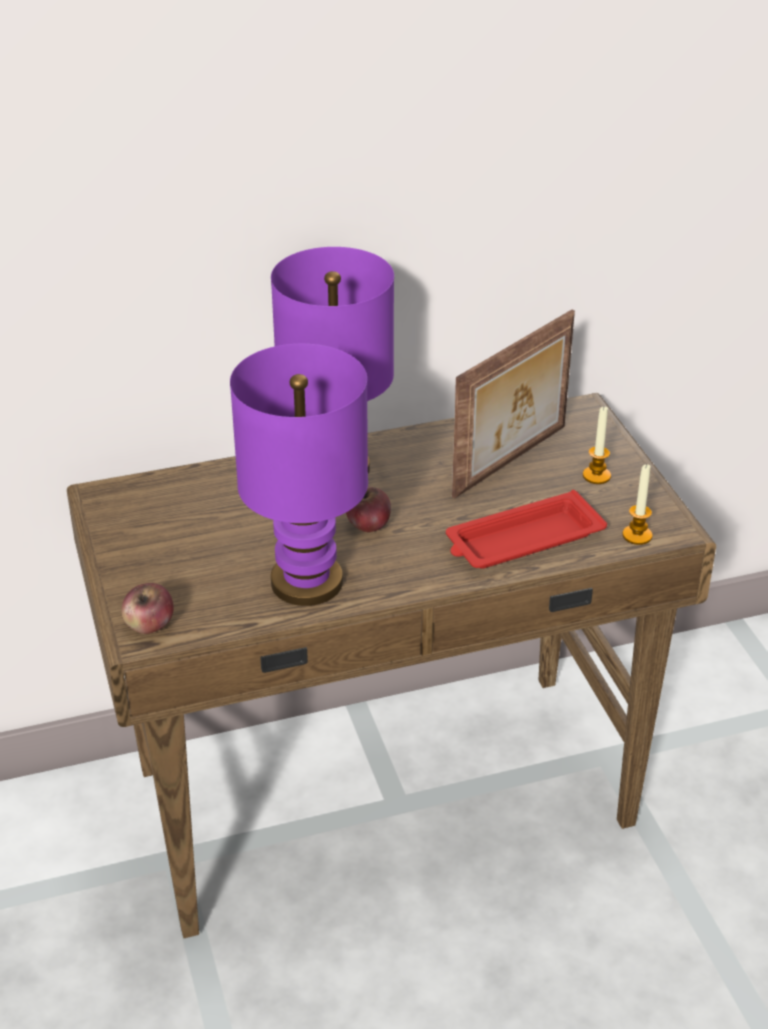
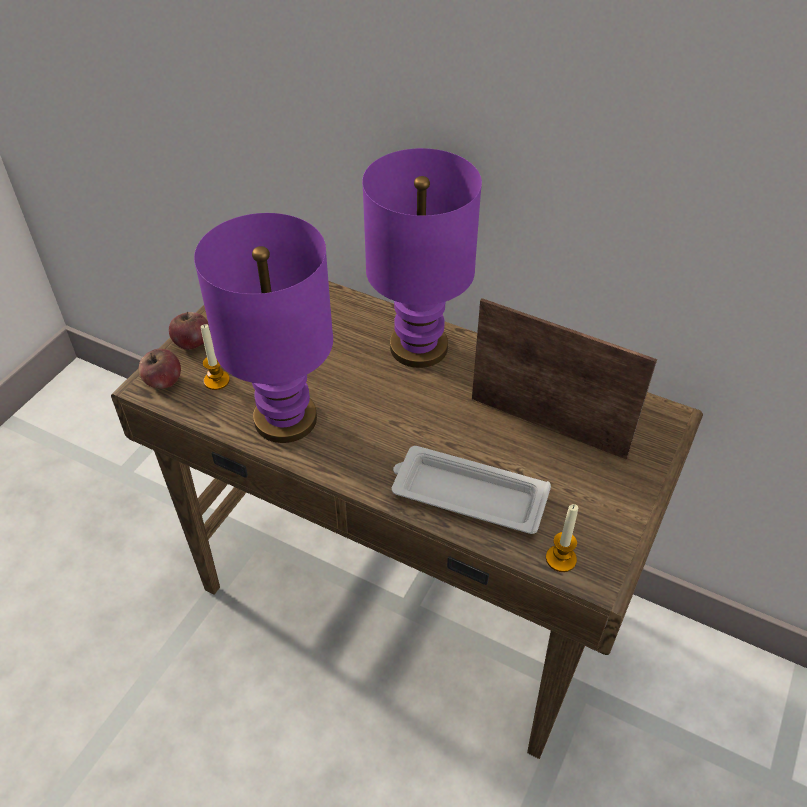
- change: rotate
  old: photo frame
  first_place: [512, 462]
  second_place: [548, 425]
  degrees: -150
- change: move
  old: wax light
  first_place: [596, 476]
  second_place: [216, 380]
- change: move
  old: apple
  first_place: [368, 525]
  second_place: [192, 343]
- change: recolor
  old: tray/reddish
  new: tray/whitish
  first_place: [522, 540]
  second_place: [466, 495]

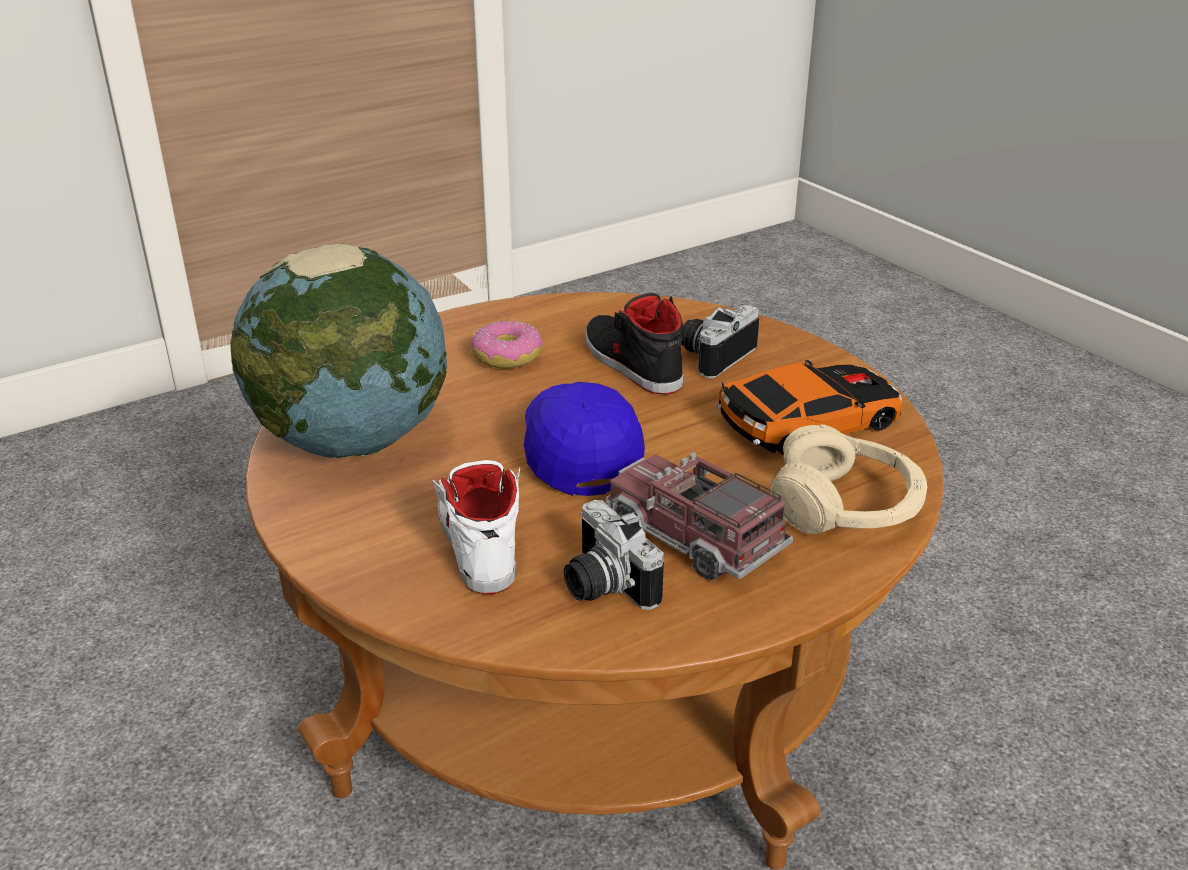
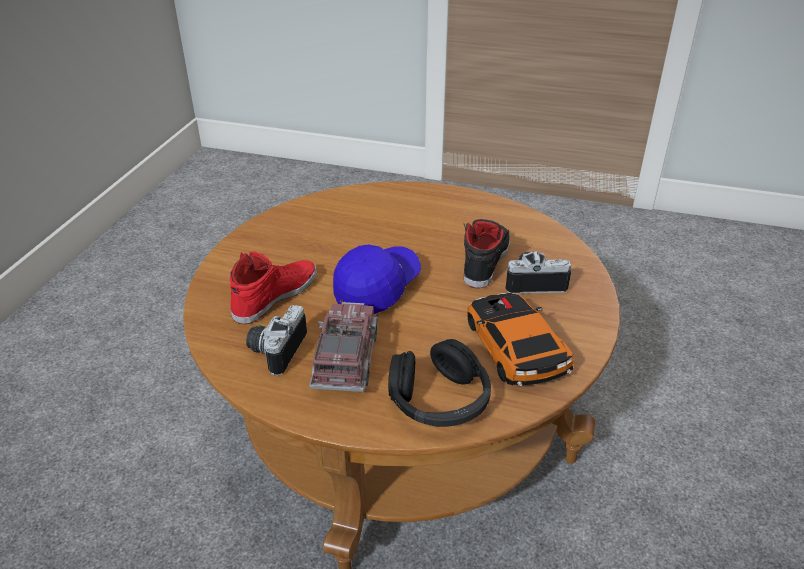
- change: delete
  old: globe
  first_place: [353, 441]
- change: delete
  old: doughnut
  first_place: [507, 356]
- change: rotate
  old: miniature car
  first_place: [808, 420]
  second_place: [513, 347]
  degrees: -135
- change: recolor
  old: pair of headphones/beige
  new: pair of headphones/black-coloured
  first_place: [846, 506]
  second_place: [439, 400]
- change: recolor
  old: shoe/whitish
  new: shoe/reddish
  first_place: [477, 536]
  second_place: [274, 295]

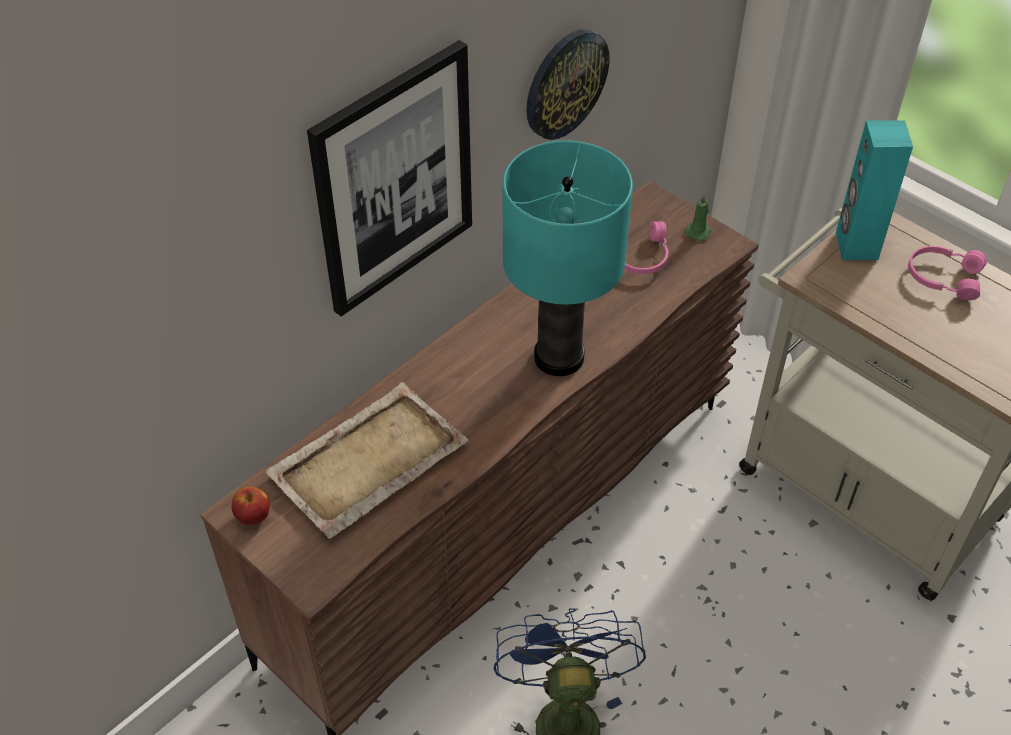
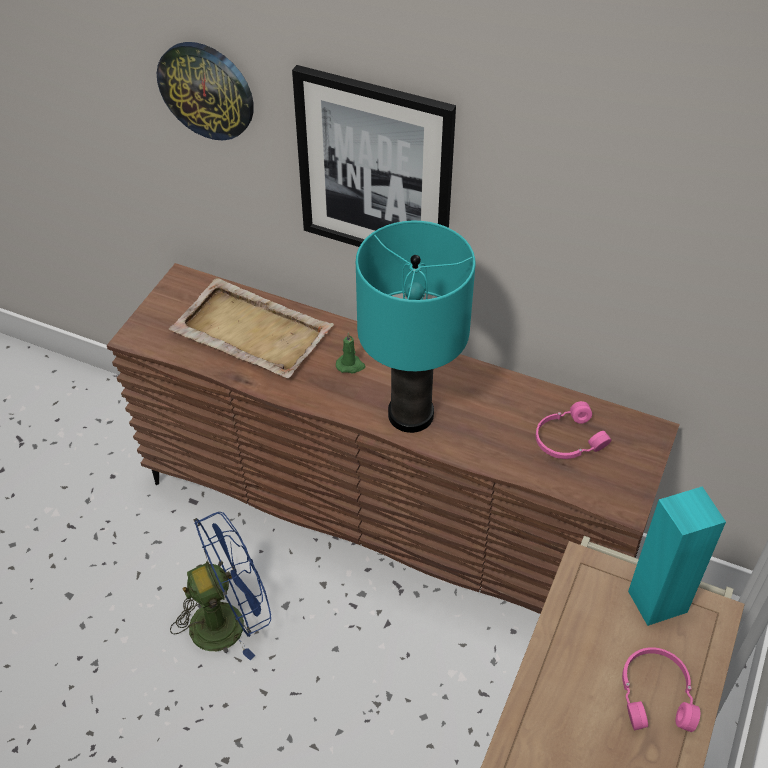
- change: move
  old: wall clock
  first_place: [565, 83]
  second_place: [206, 90]
- change: move
  old: wax light/green
  first_place: [698, 231]
  second_place: [350, 365]
- change: delete
  old: apple
  first_place: [253, 516]

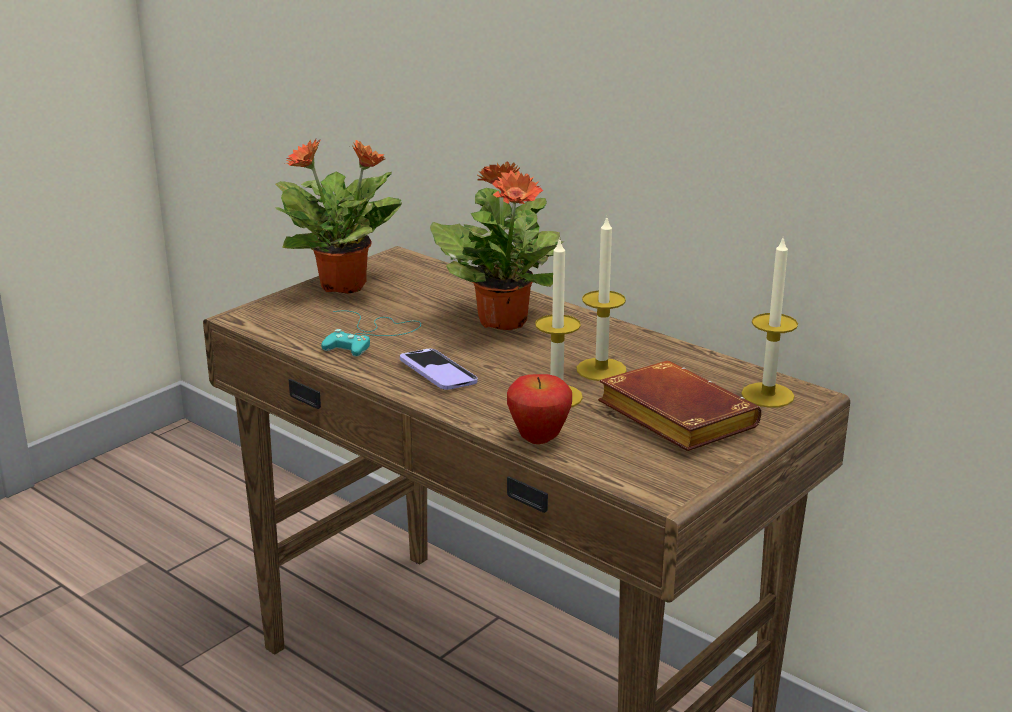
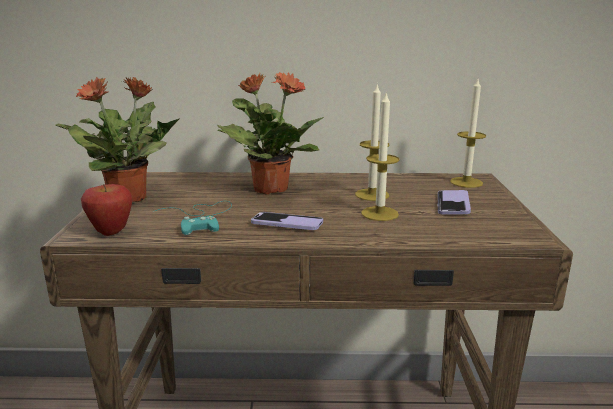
- change: replace
  old: volume/brownish
  new: handset
  first_place: [671, 417]
  second_place: [453, 204]
- change: move
  old: apple
  first_place: [538, 440]
  second_place: [111, 233]

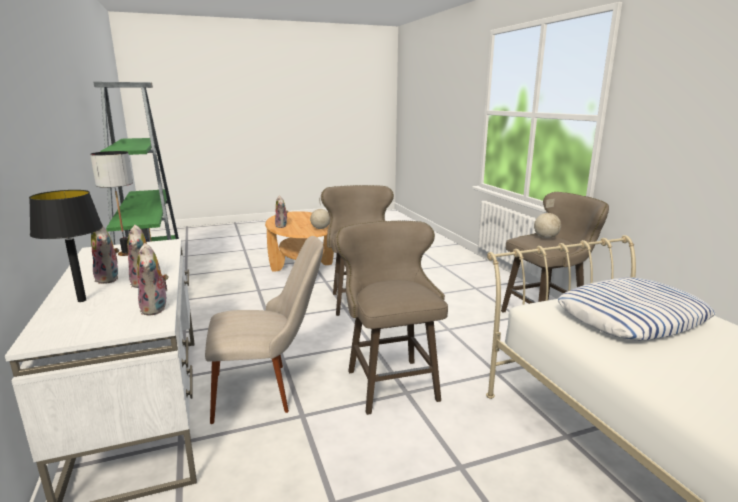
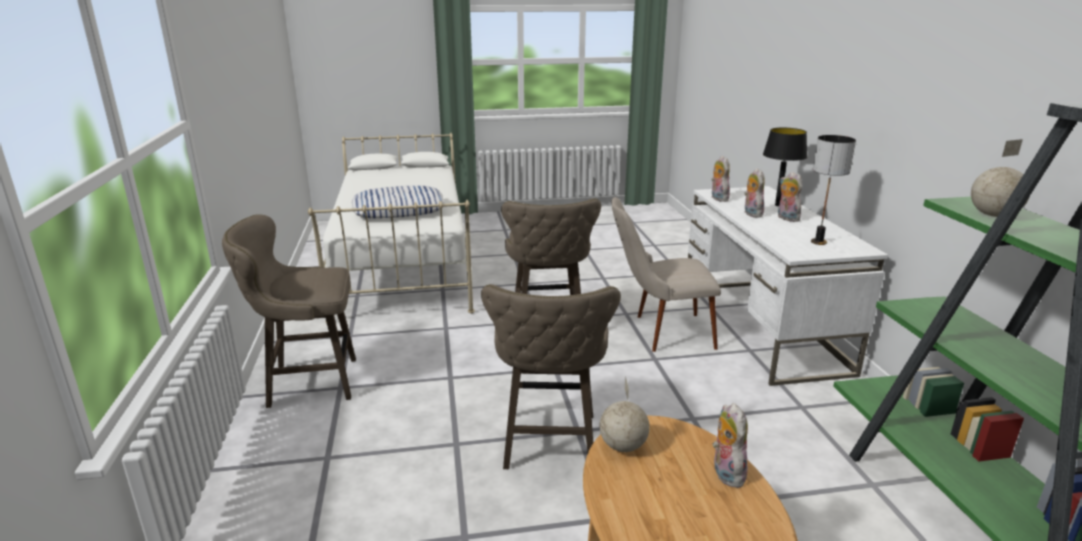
- change: move
  old: globe
  first_place: [545, 237]
  second_place: [994, 215]

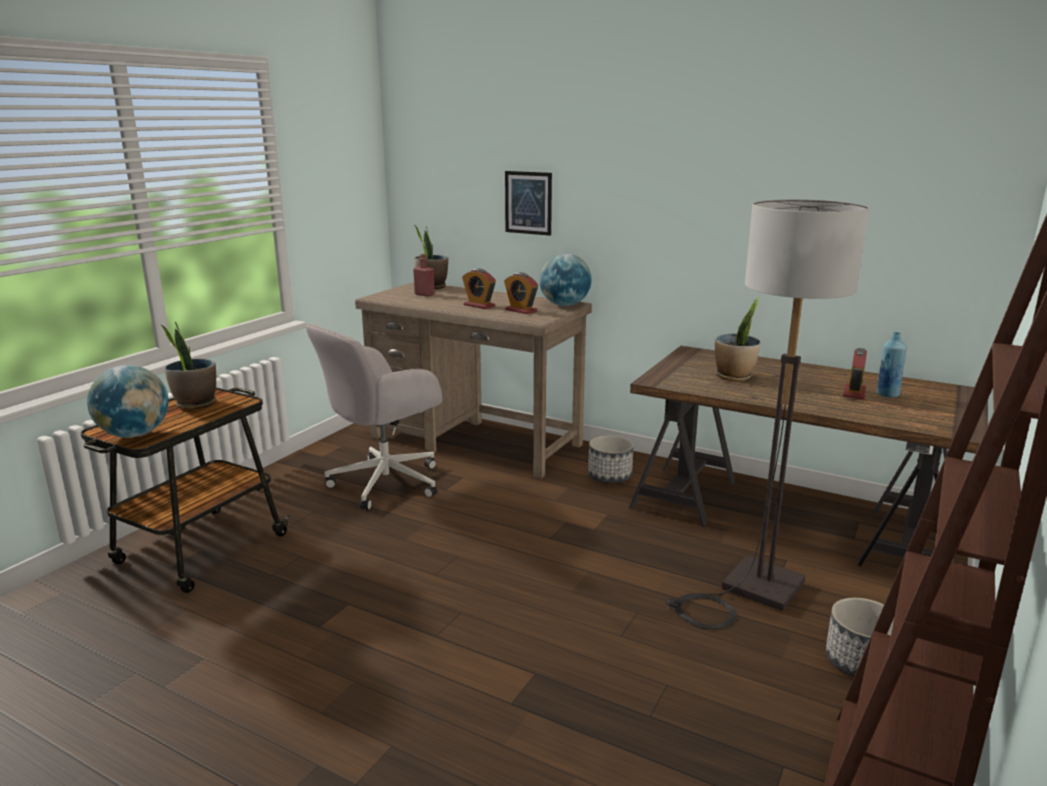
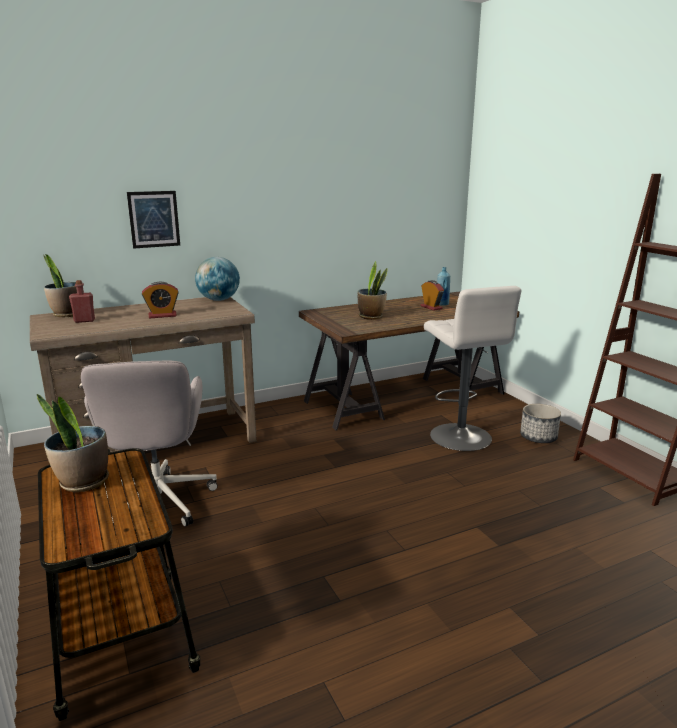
- change: replace
  old: standard lamp
  new: stool/whitish
  first_place: [745, 594]
  second_place: [460, 437]
- change: delete
  old: table clock
  first_place: [521, 310]
- change: delete
  old: globe
  first_place: [134, 435]
- change: delete
  old: plant pot
  first_place: [609, 476]

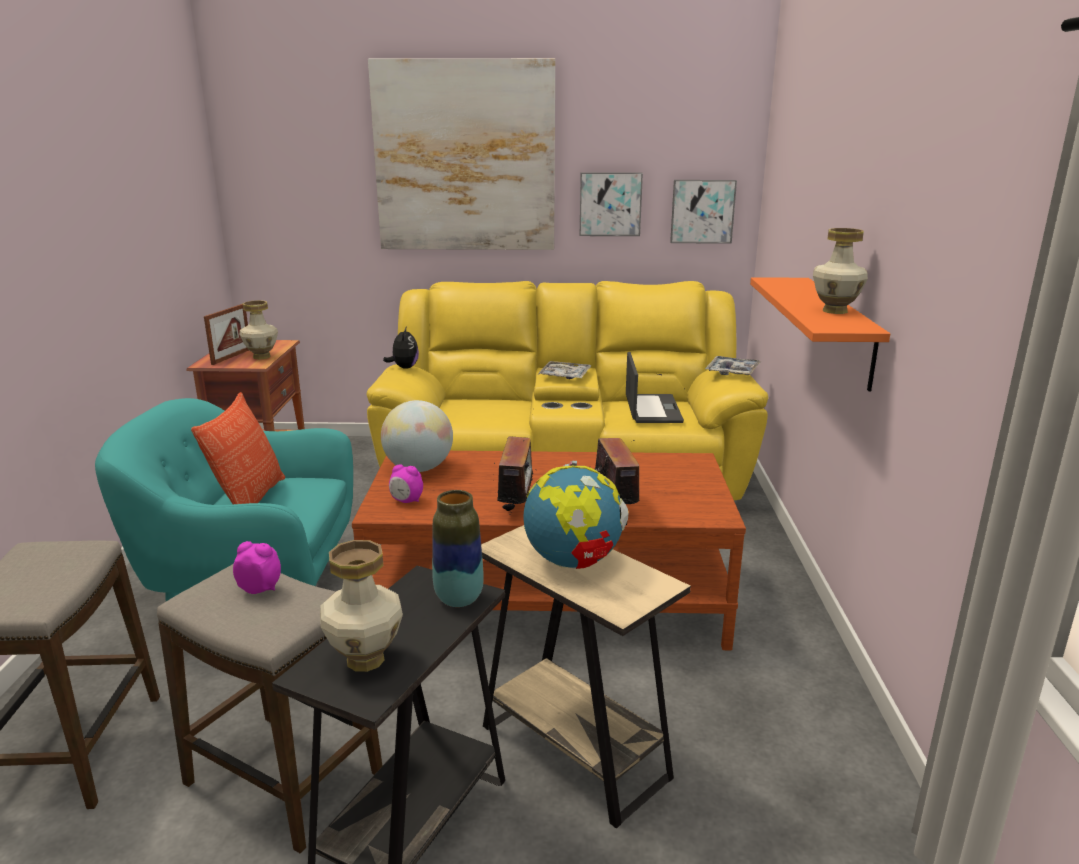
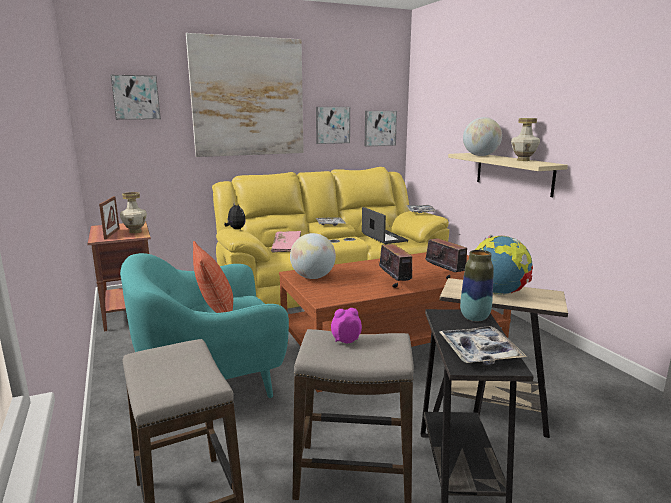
- change: recolor
  old: shelf/orange
  new: shelf/beige
  first_place: [839, 330]
  second_place: [513, 173]
- change: delete
  old: table clock
  first_place: [406, 501]
- change: replace
  old: flower vase
  new: tray
  first_place: [366, 659]
  second_place: [479, 352]
- change: insert
  new: wall art
  second_place: [136, 97]
- change: insert
  new: globe
  second_place: [480, 155]
- change: insert
  new: volume/pinkish
  second_place: [287, 248]

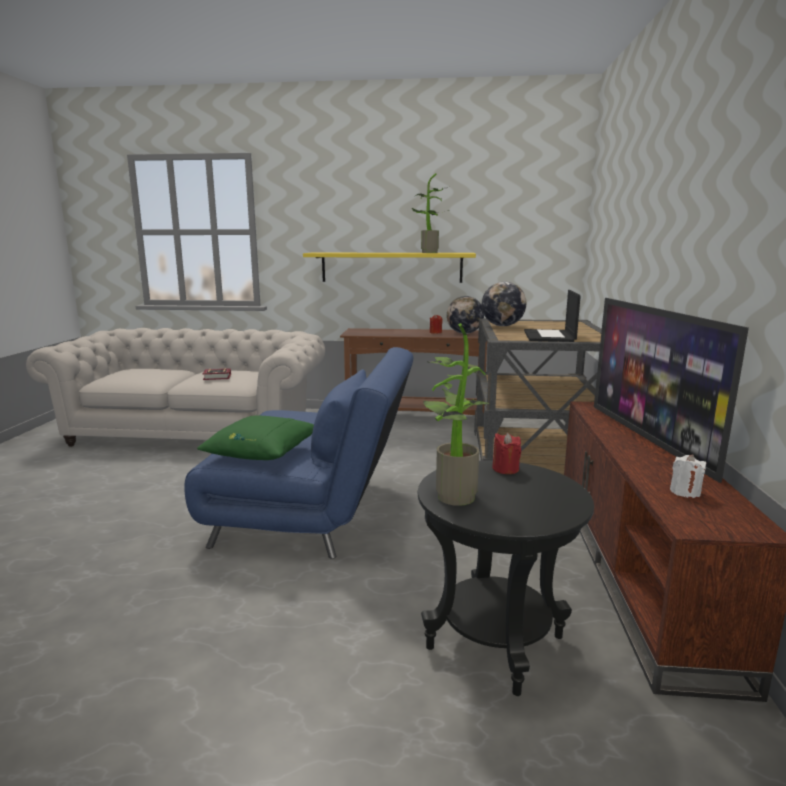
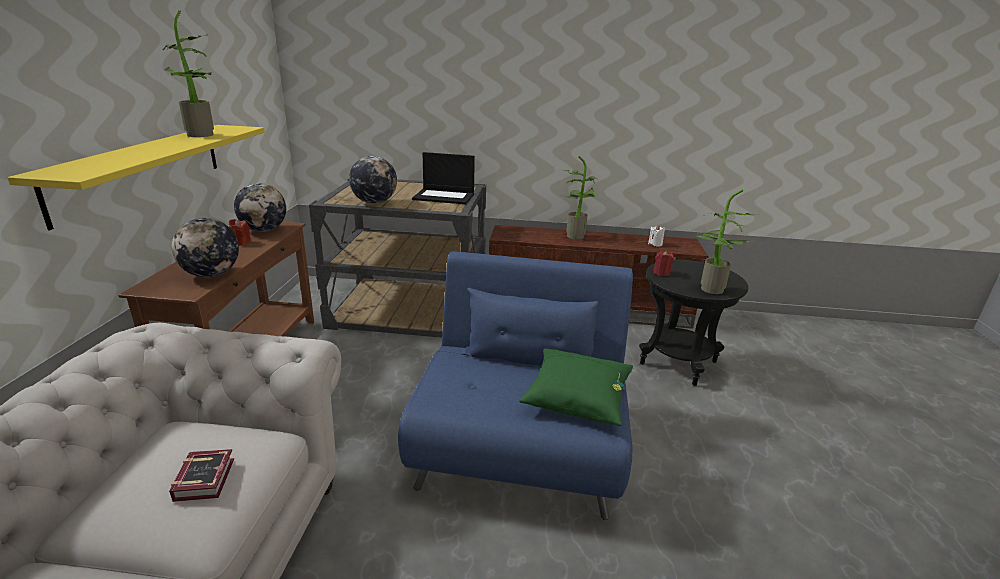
- change: replace
  old: TV set
  new: potted plant
  first_place: [650, 439]
  second_place: [575, 235]
- change: insert
  new: globe
  second_place: [211, 274]

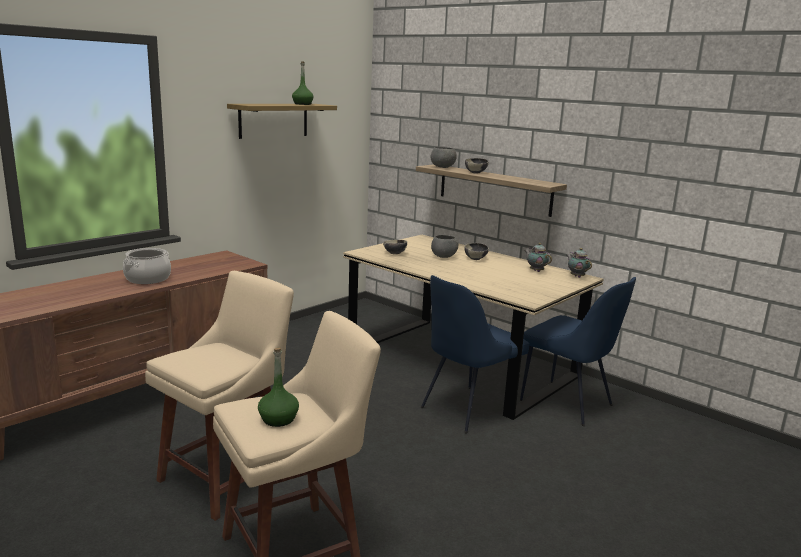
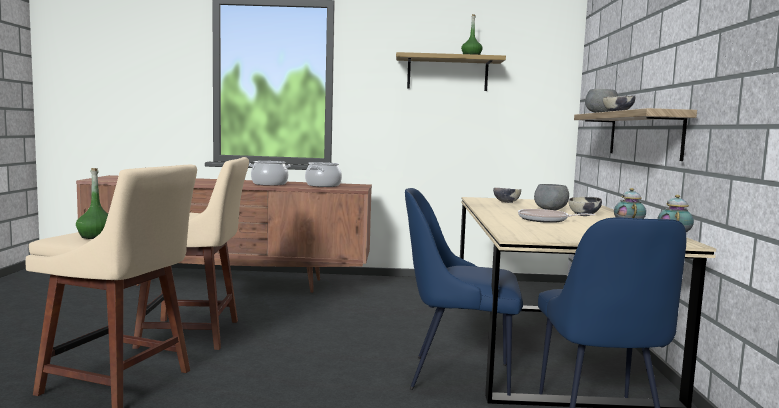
- change: insert
  new: saucepot
  second_place: [323, 185]
- change: insert
  new: frying pan
  second_place: [546, 220]

